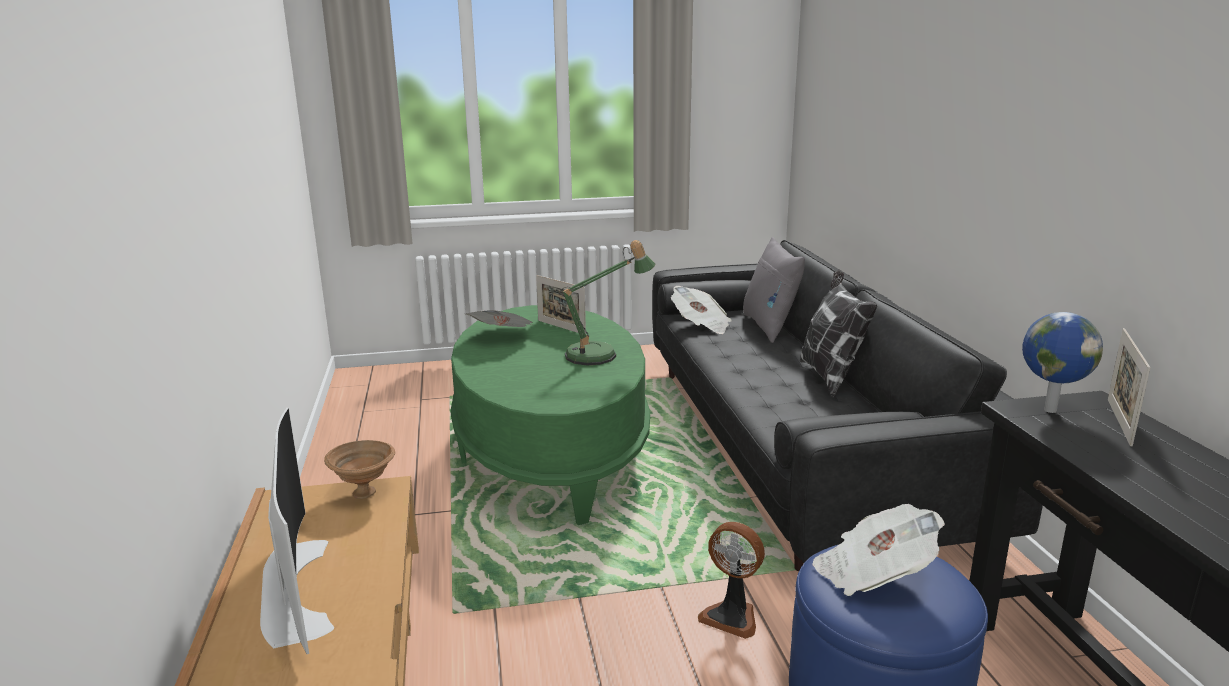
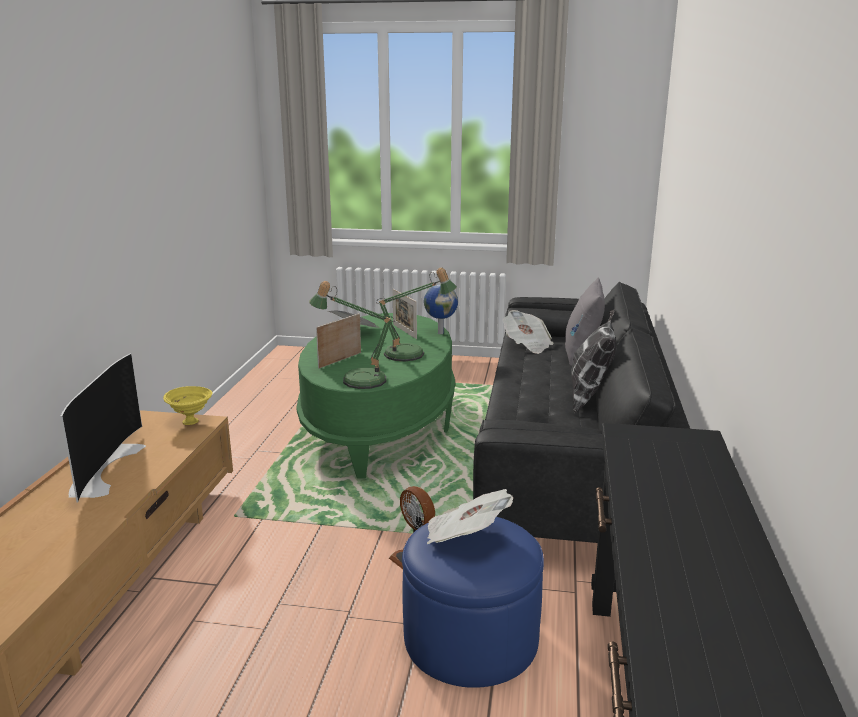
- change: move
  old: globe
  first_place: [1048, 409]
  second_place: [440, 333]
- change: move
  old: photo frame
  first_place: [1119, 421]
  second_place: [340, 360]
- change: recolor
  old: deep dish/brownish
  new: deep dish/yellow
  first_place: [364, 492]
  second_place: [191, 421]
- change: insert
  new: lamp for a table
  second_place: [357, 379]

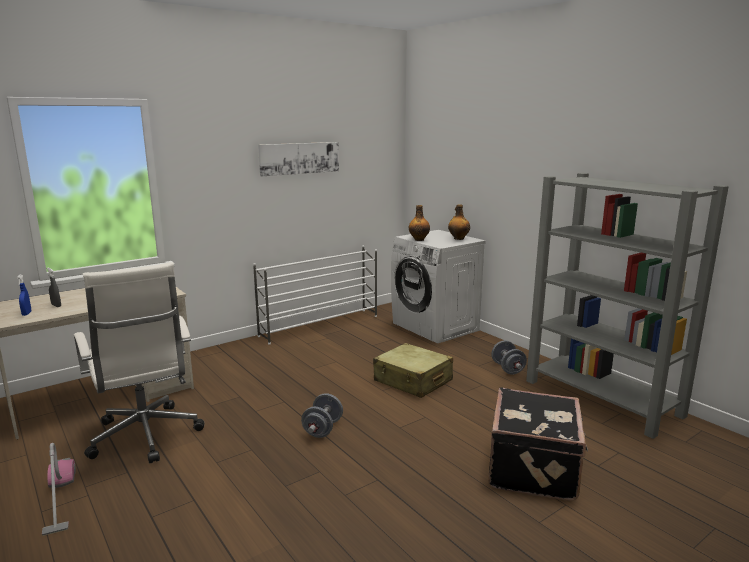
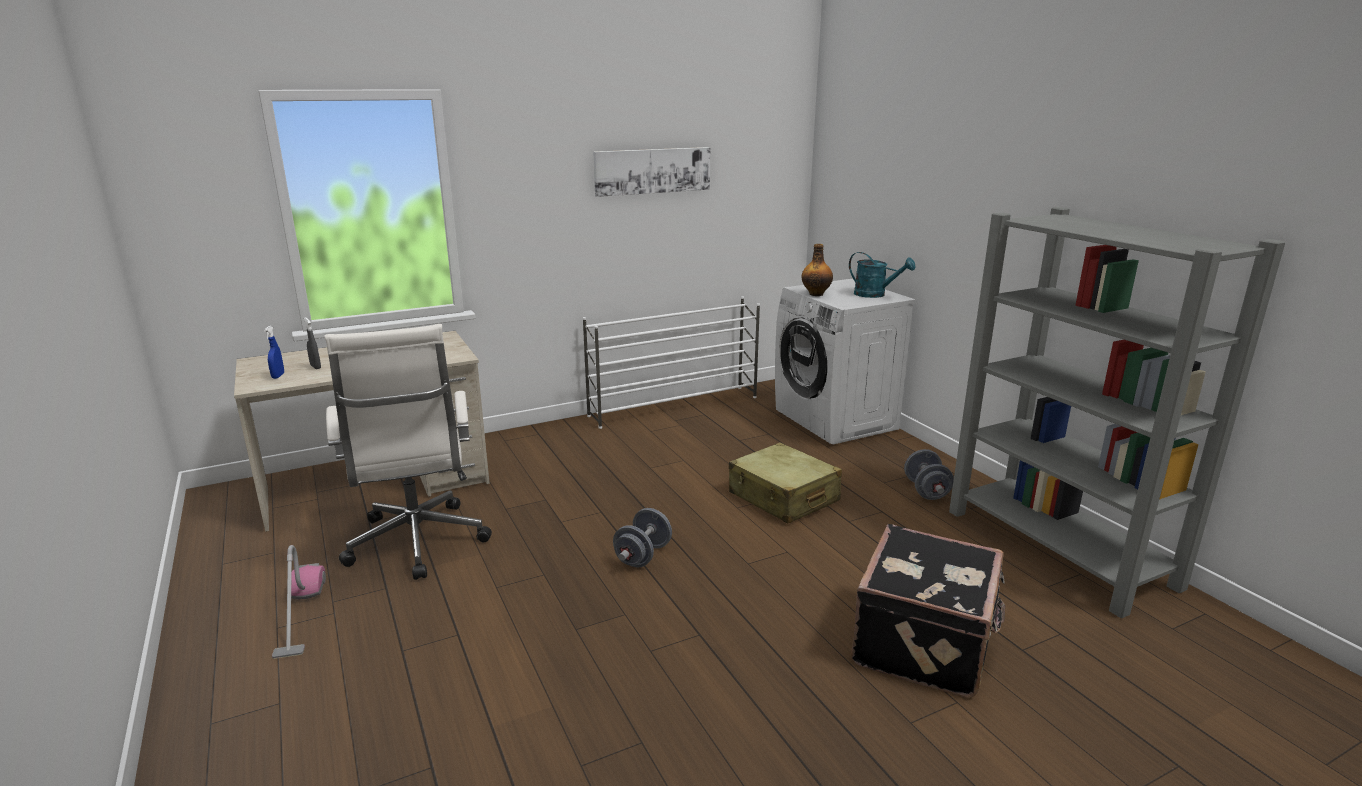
- change: replace
  old: beverage bottle
  new: sprinkling can/turquoise
  first_place: [458, 238]
  second_place: [875, 295]

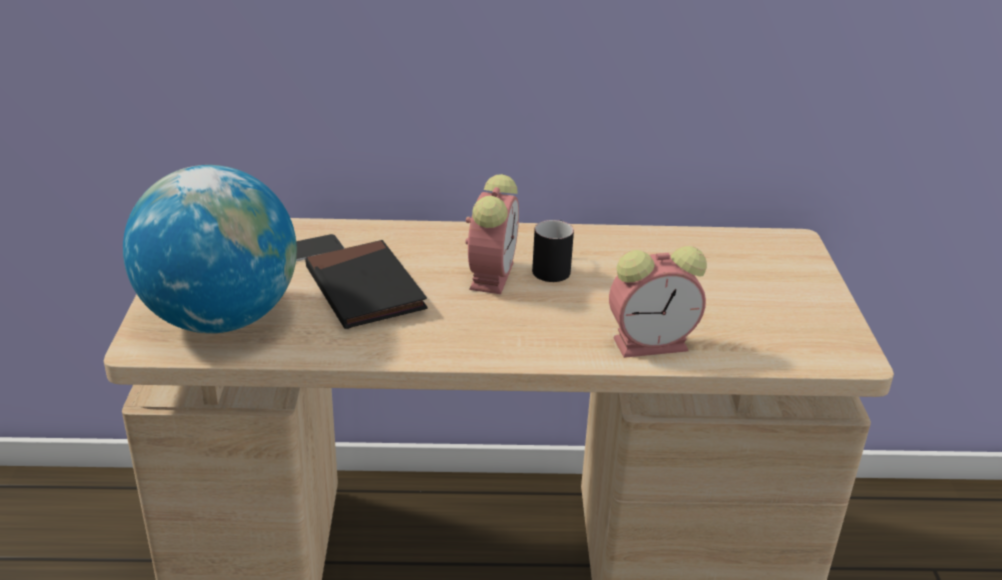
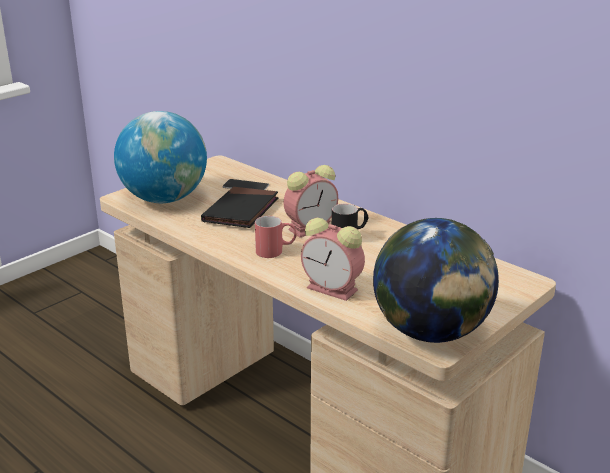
- change: insert
  new: tea mug/reddish
  second_place: [276, 251]
- change: insert
  new: globe
  second_place: [430, 333]

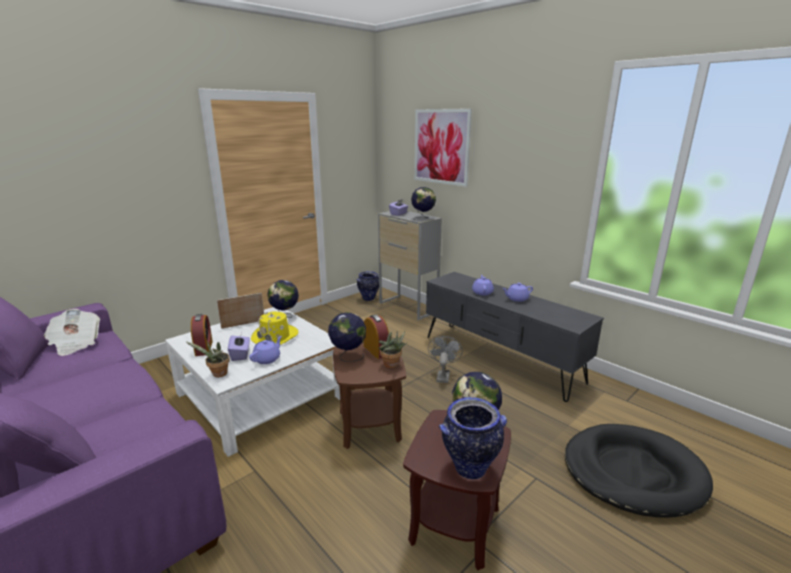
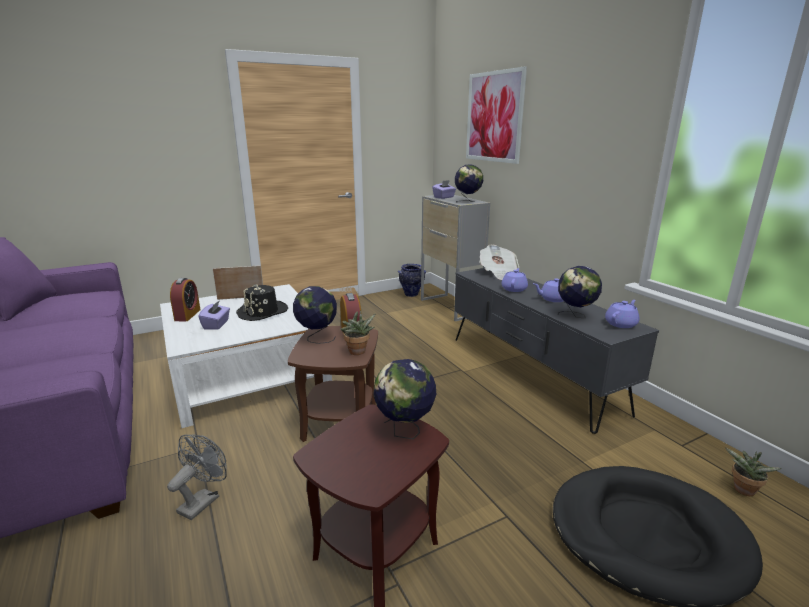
- change: move
  old: globe
  first_place: [285, 316]
  second_place: [575, 316]
- change: move
  old: newspaper
  first_place: [75, 343]
  second_place: [498, 273]
- change: recolor
  old: clothing hat/yellow
  new: clothing hat/black-coloured
  first_place: [275, 336]
  second_place: [263, 312]
- change: move
  old: teapot/purple
  first_place: [267, 359]
  second_place: [621, 324]
- change: move
  old: electric fan/gray
  first_place: [443, 375]
  second_place: [203, 500]
- change: move
  old: potted plant
  first_place: [217, 374]
  second_place: [742, 491]
- change: delete
  old: flower vase
  first_place: [469, 469]

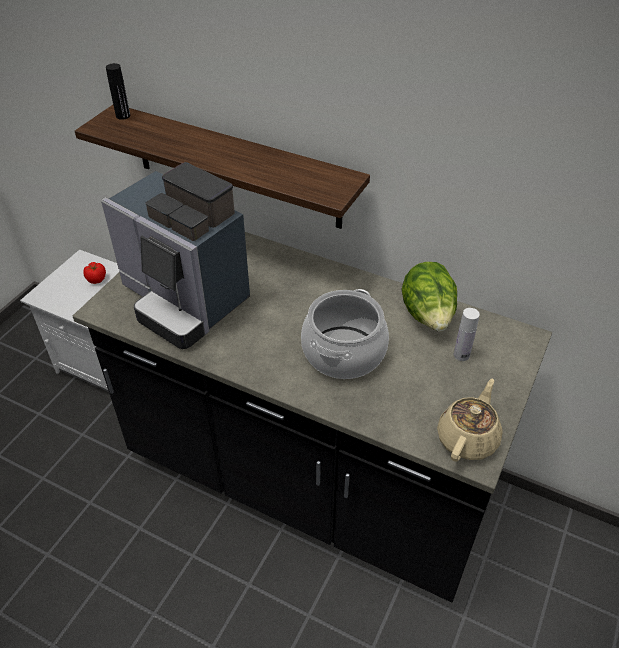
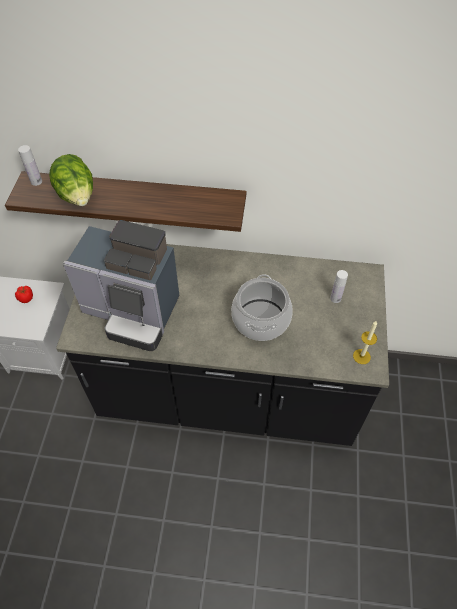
- change: recolor
  old: beverage bottle/black-coloured
  new: beverage bottle/whitish
  first_place: [123, 116]
  second_place: [36, 181]
- change: move
  old: lettuce head
  first_place: [428, 316]
  second_place: [77, 196]
- change: replace
  old: teapot/beige
  new: wax light
  first_place: [468, 438]
  second_place: [361, 356]

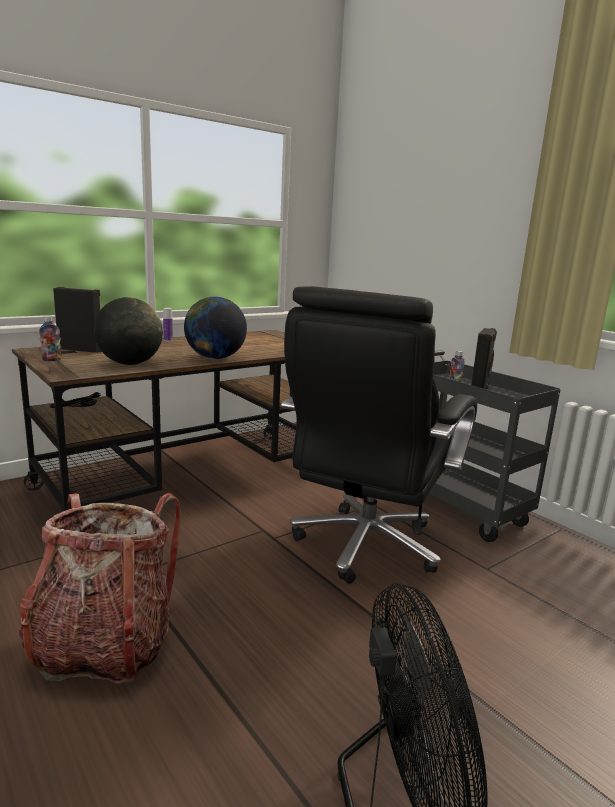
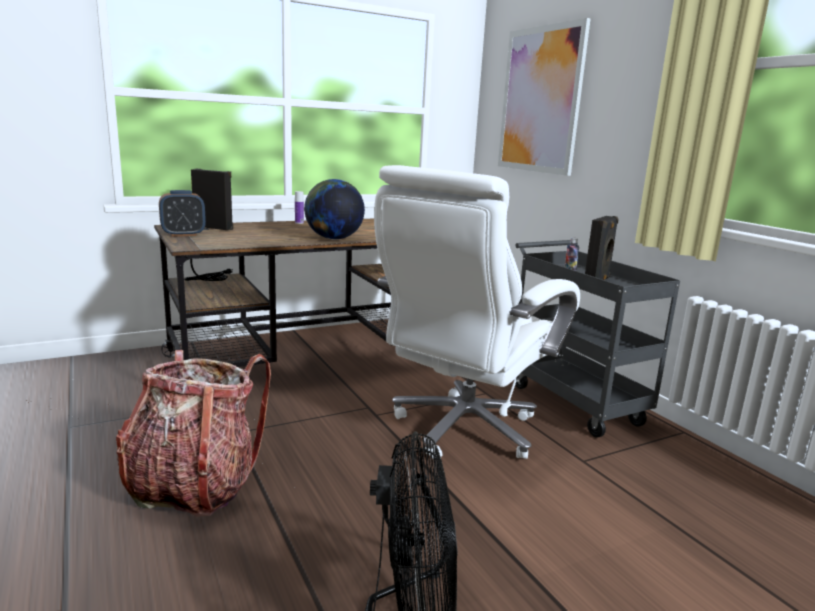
- change: recolor
  old: computer chair/black-coloured
  new: computer chair/whitish
  first_place: [363, 550]
  second_place: [461, 432]
- change: delete
  old: globe
  first_place: [130, 364]
- change: replace
  old: beverage bottle
  new: table clock
  first_place: [52, 360]
  second_place: [183, 234]
- change: insert
  new: wall art
  second_place: [540, 100]

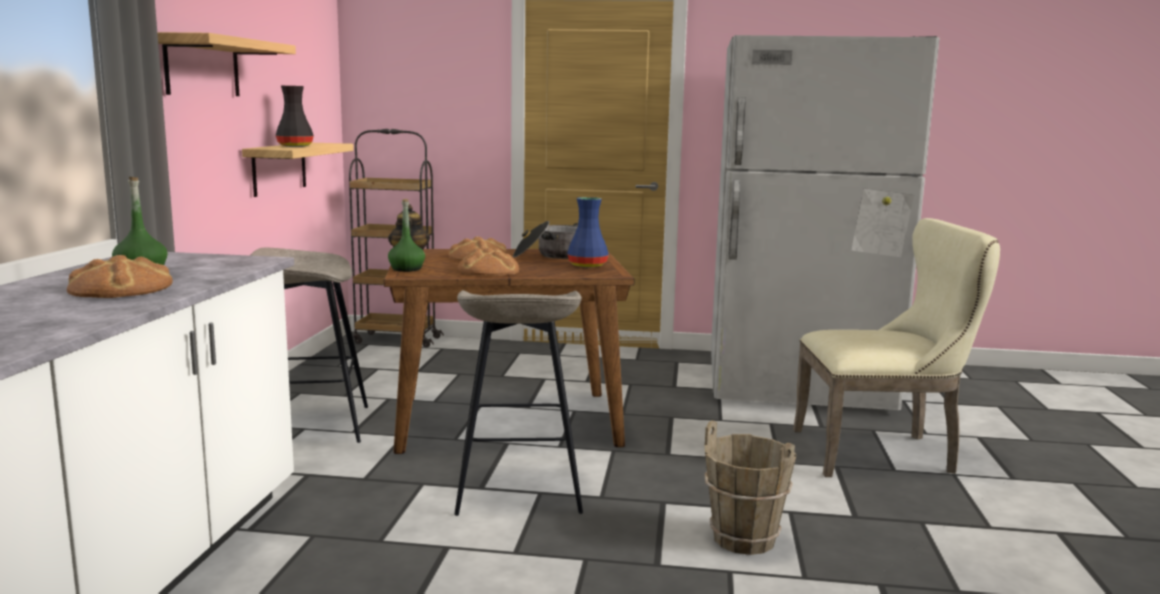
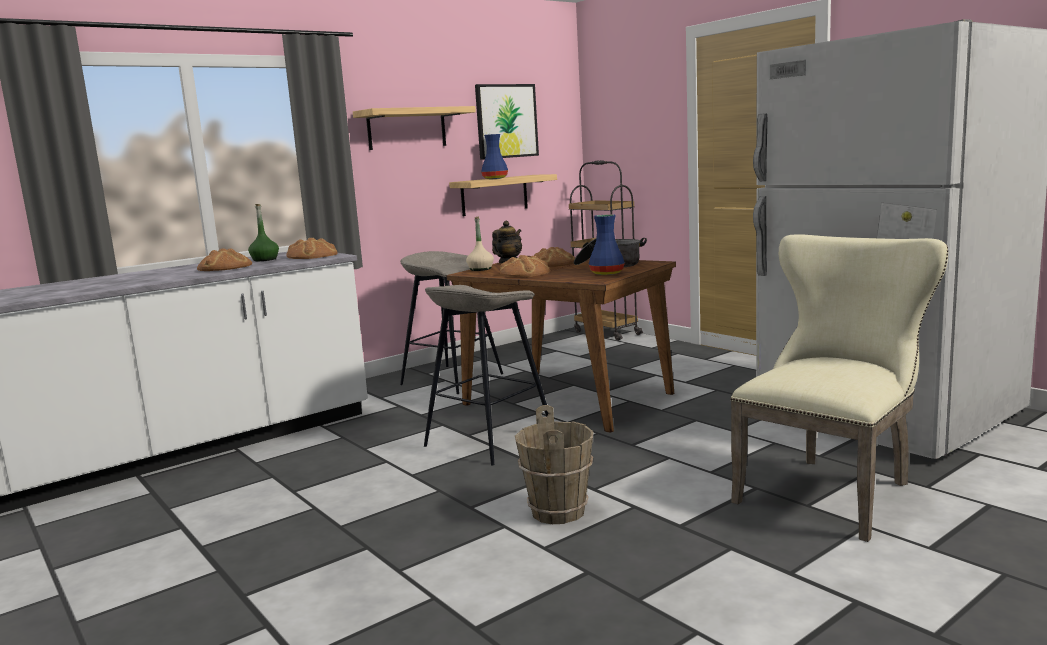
- change: recolor
  old: flower vase/black-coloured
  new: flower vase/blue
  first_place: [296, 146]
  second_place: [495, 178]
- change: recolor
  old: beverage bottle/green
  new: beverage bottle/beige
  first_place: [406, 269]
  second_place: [480, 269]
- change: rotate
  old: plain chair/beige
  first_place: [883, 453]
  second_place: [832, 490]
  degrees: -90
- change: insert
  new: wall art
  second_place: [506, 121]
- change: insert
  new: bread
  second_place: [313, 255]

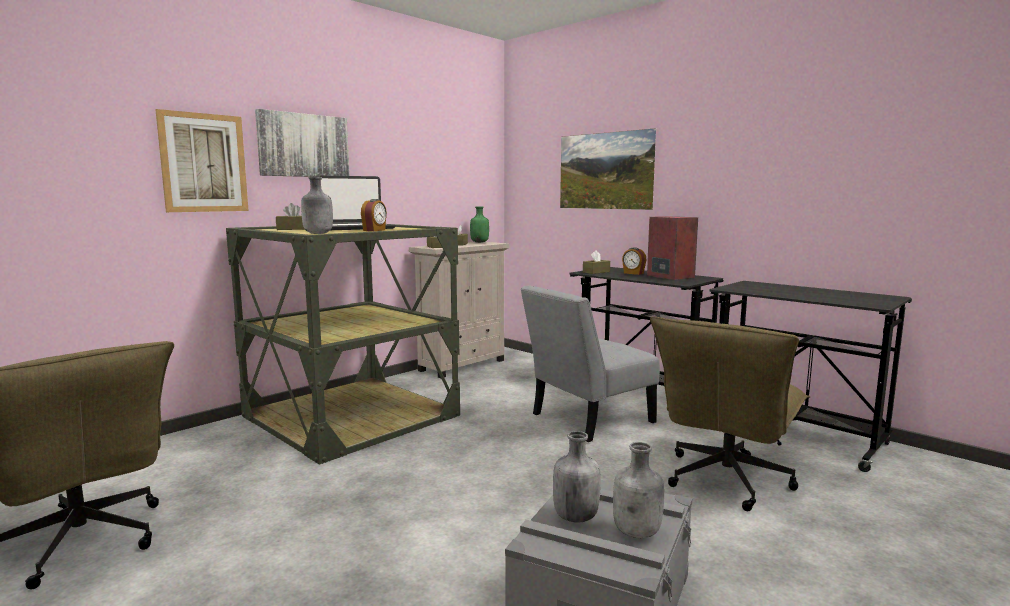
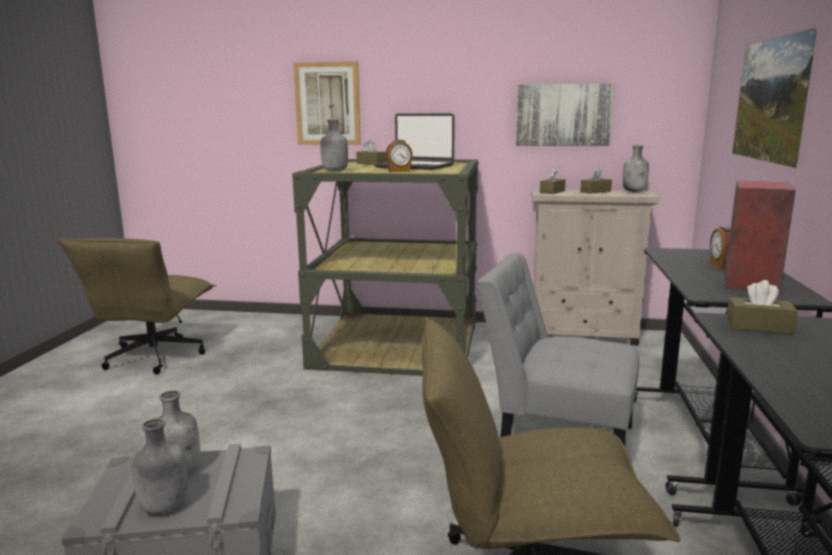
- change: move
  old: wall art
  first_place: [303, 145]
  second_place: [563, 115]
- change: recolor
  old: beverage bottle/green
  new: beverage bottle/gray
  first_place: [479, 242]
  second_place: [634, 191]
- change: move
  old: box of tissues/brownish
  first_place: [596, 272]
  second_place: [759, 326]

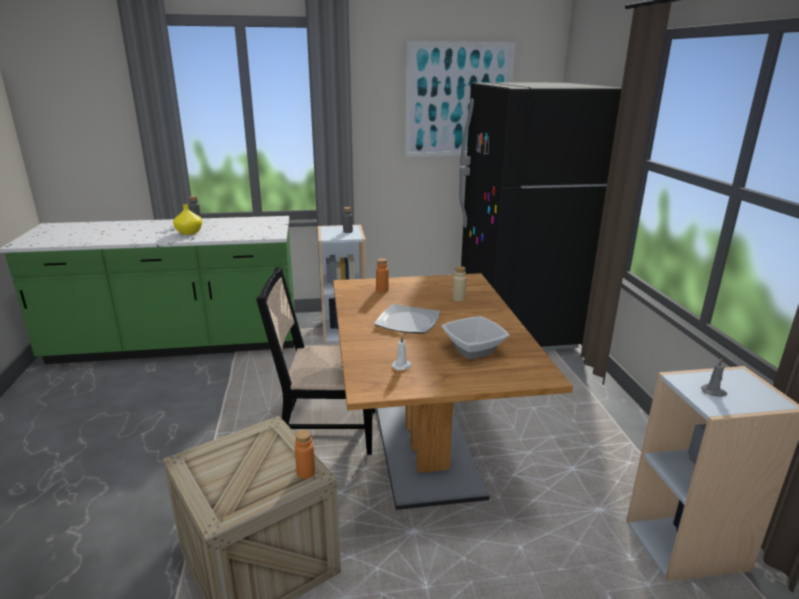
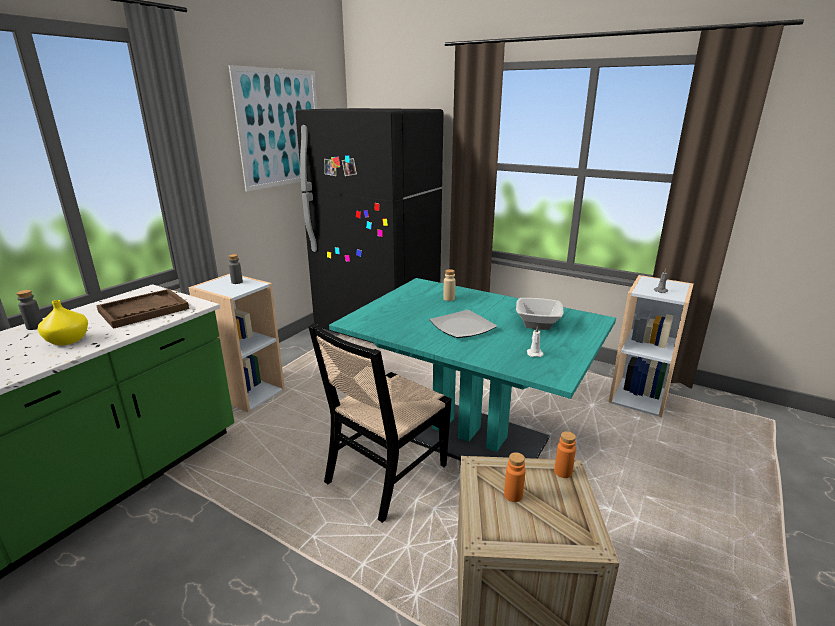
- change: move
  old: beverage bottle/orange
  first_place: [382, 290]
  second_place: [513, 495]
- change: recolor
  old: dining table/brownish
  new: dining table/turquoise
  first_place: [426, 449]
  second_place: [469, 436]
- change: insert
  new: tray/brownish
  second_place: [143, 310]

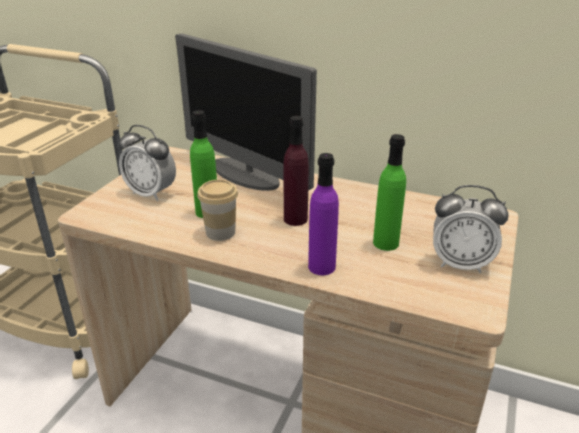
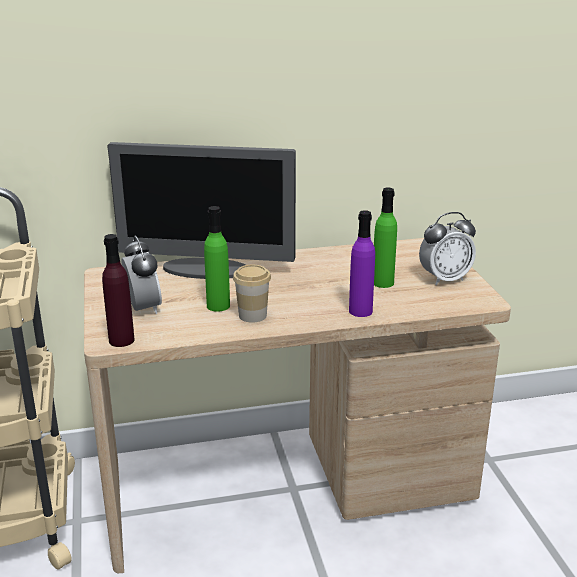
- change: move
  old: beverage bottle/purple
  first_place: [295, 219]
  second_place: [121, 340]
- change: rotate
  old: table clock
  first_place: [151, 193]
  second_place: [143, 308]
  degrees: -105

